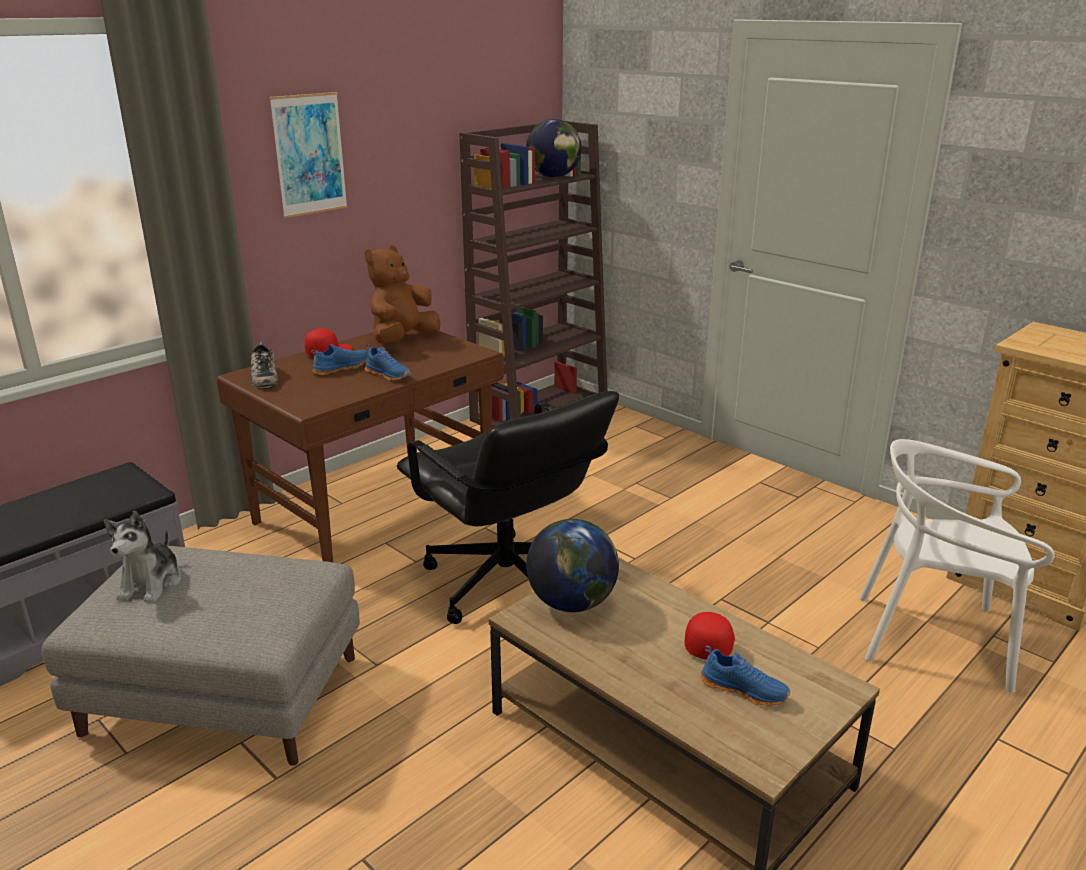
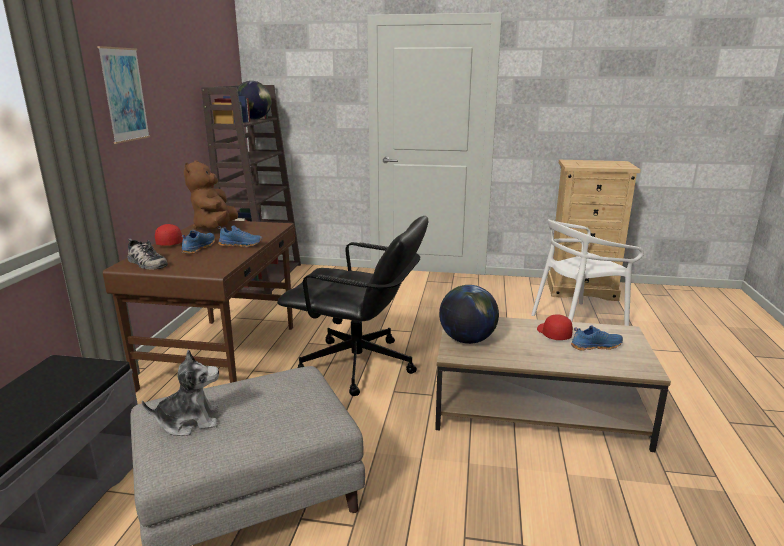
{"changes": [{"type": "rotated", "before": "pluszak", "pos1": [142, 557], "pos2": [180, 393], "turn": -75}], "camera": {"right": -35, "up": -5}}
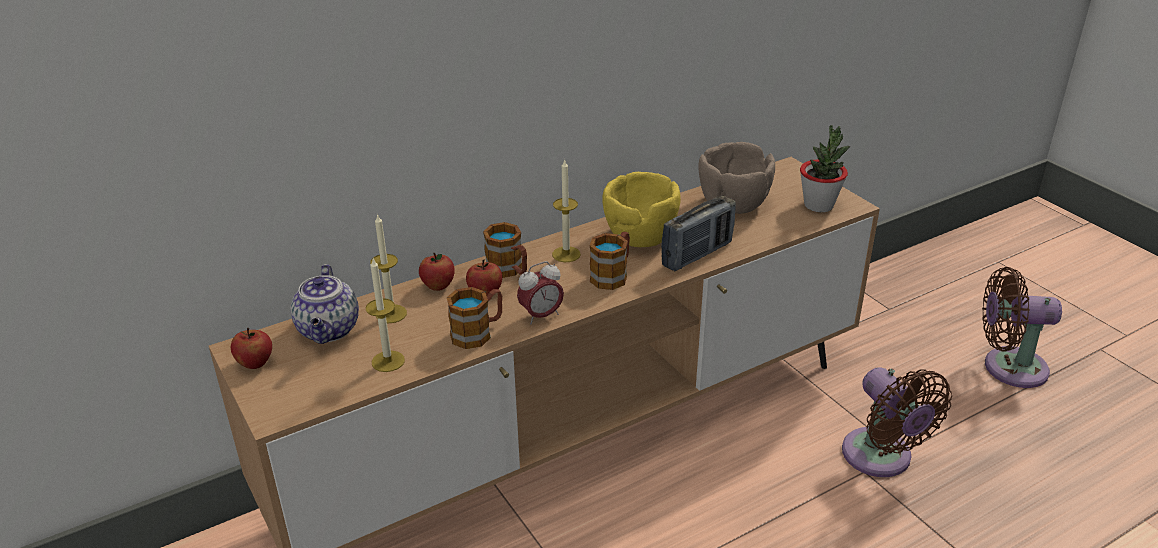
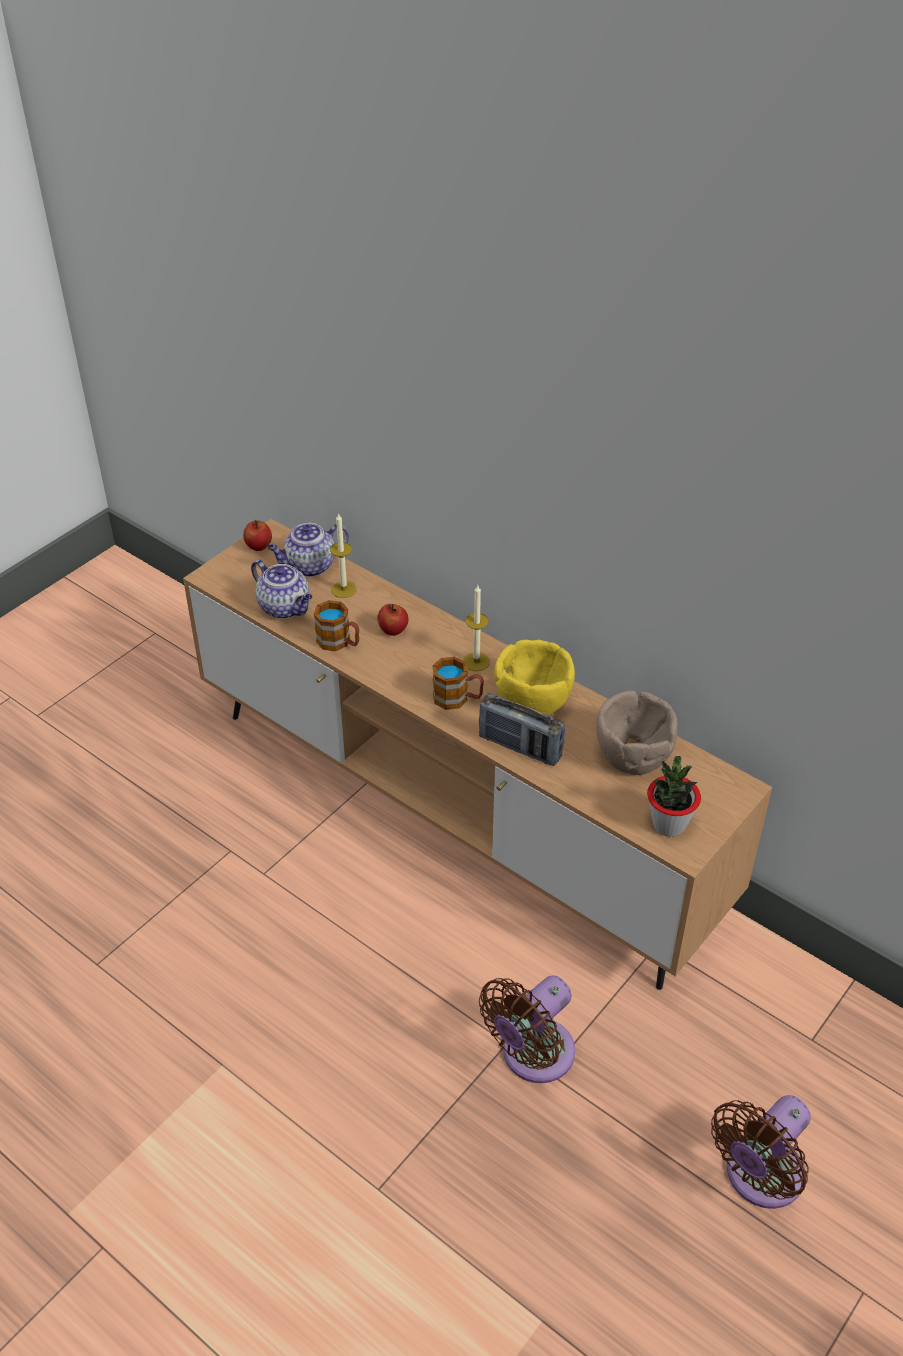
{"changes": [{"type": "gone", "before": "kubek", "pos1": [505, 250]}, {"type": "gone", "before": "jabłko", "pos1": [437, 272]}, {"type": "swapped", "before": "świeca", "after": "imbryk", "pos1": [385, 315], "pos2": [281, 589]}, {"type": "gone", "before": "budzik", "pos1": [540, 292]}, {"type": "rotated", "before": "wentylator/brązowy", "pos1": [1022, 327], "pos2": [761, 1152], "turn": -120}], "camera": {"right": 70, "up": 10}}
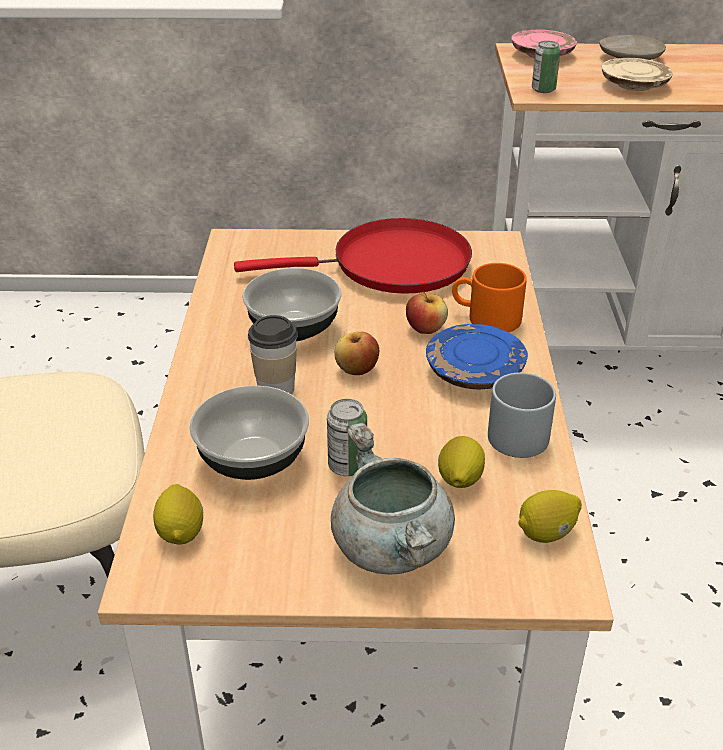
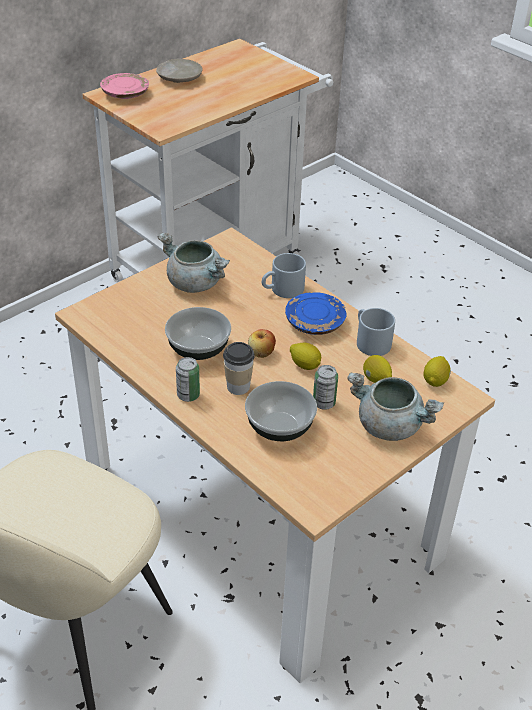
{"changes": [{"type": "shifted", "before": "puszka", "pos1": [546, 67], "pos2": [188, 379]}, {"type": "gone", "before": "talerz/beżowy", "pos1": [637, 74]}, {"type": "swapped", "before": "patelnia/czerwony", "after": "garnek/szary", "pos1": [353, 256], "pos2": [194, 263]}, {"type": "repainted", "before": "kubek/pomarańczowy", "after": "kubek/szary", "pos1": [489, 297], "pos2": [284, 275]}, {"type": "gone", "before": "jabłko", "pos1": [427, 312]}, {"type": "shifted", "before": "cytryna", "pos1": [178, 514], "pos2": [305, 356]}], "camera": {"right": -45, "up": 5}}
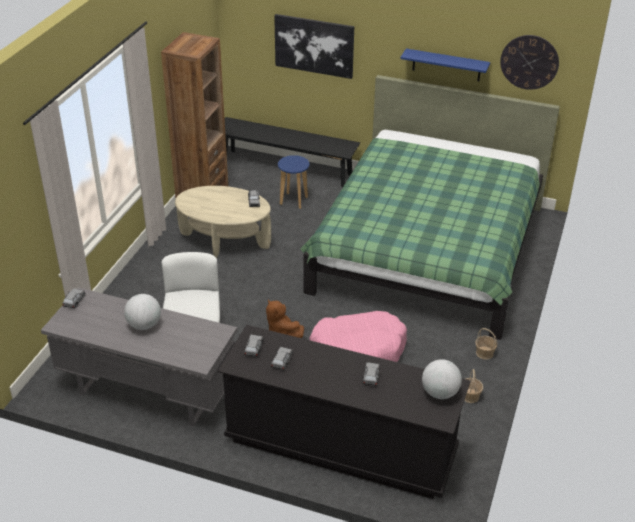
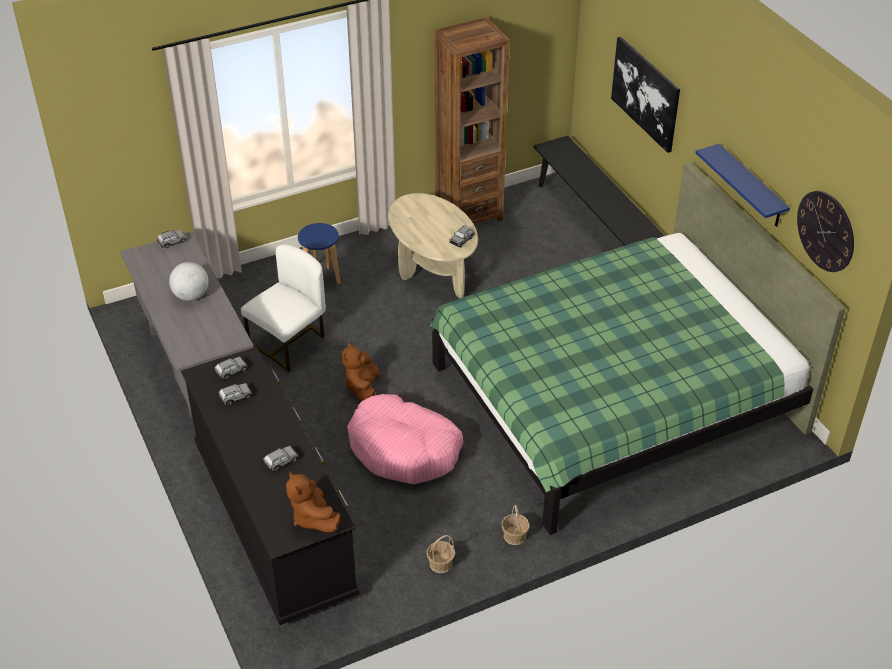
{"changes": [{"type": "shifted", "before": "stołek/niebieski", "pos1": [293, 182], "pos2": [319, 253]}, {"type": "swapped", "before": "globus", "after": "pluszak/brązowy", "pos1": [442, 379], "pos2": [313, 501]}], "camera": {"right": 45, "up": 5}}
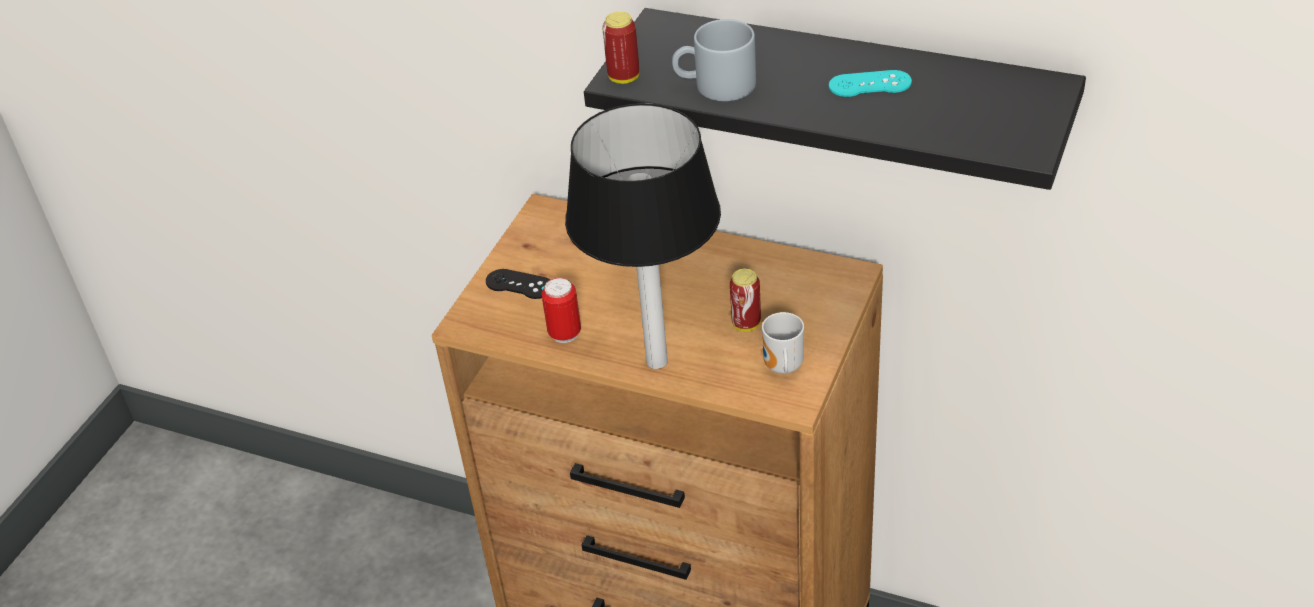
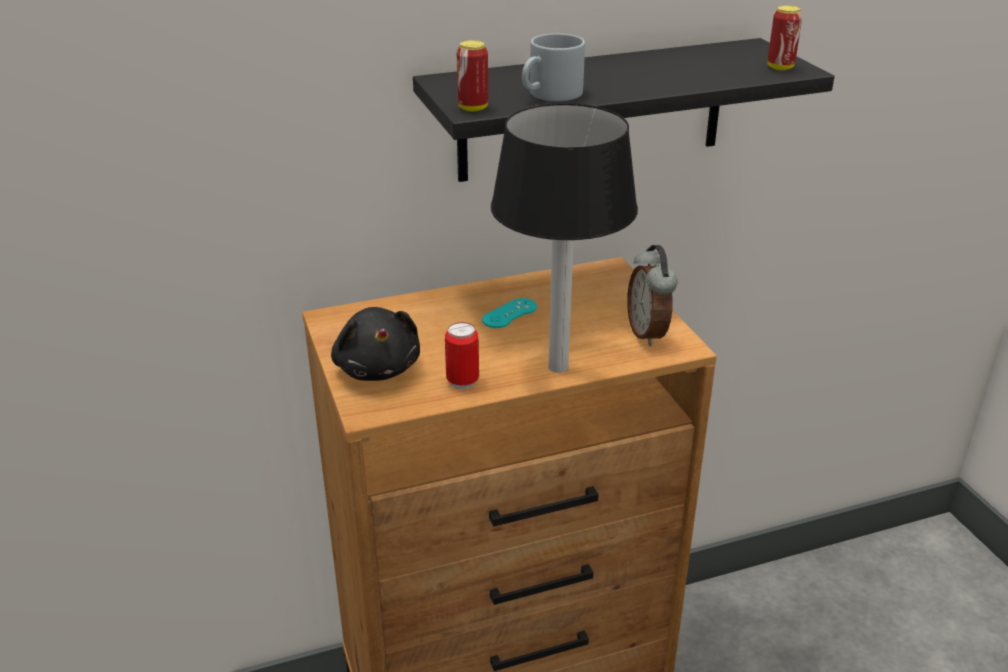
{"changes": [{"type": "shifted", "before": "pad do gier/turkusowy", "pos1": [870, 83], "pos2": [509, 313]}, {"type": "shifted", "before": "puszka", "pos1": [745, 300], "pos2": [785, 37]}, {"type": "swapped", "before": "pad do gier/czarny", "after": "pluszak/czarny", "pos1": [518, 284], "pos2": [375, 344]}, {"type": "swapped", "before": "kubek", "after": "budzik", "pos1": [783, 343], "pos2": [652, 295]}], "camera": {"right": -45, "up": -10}}
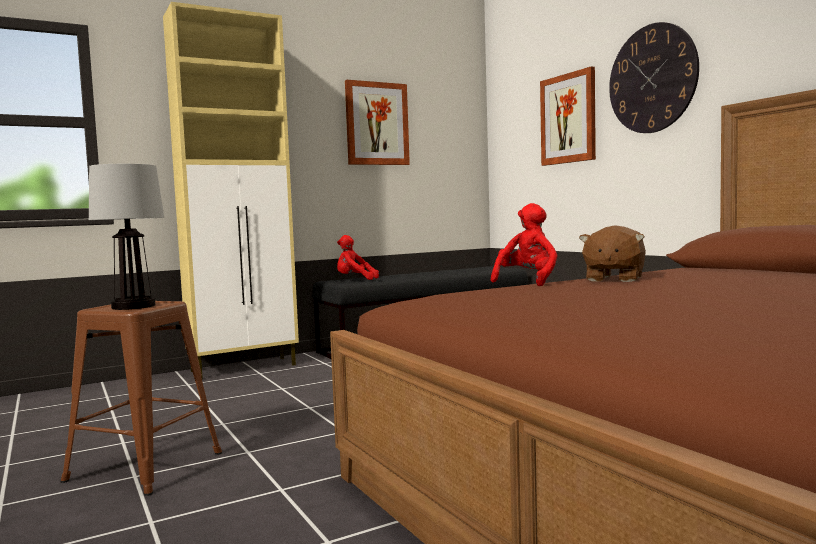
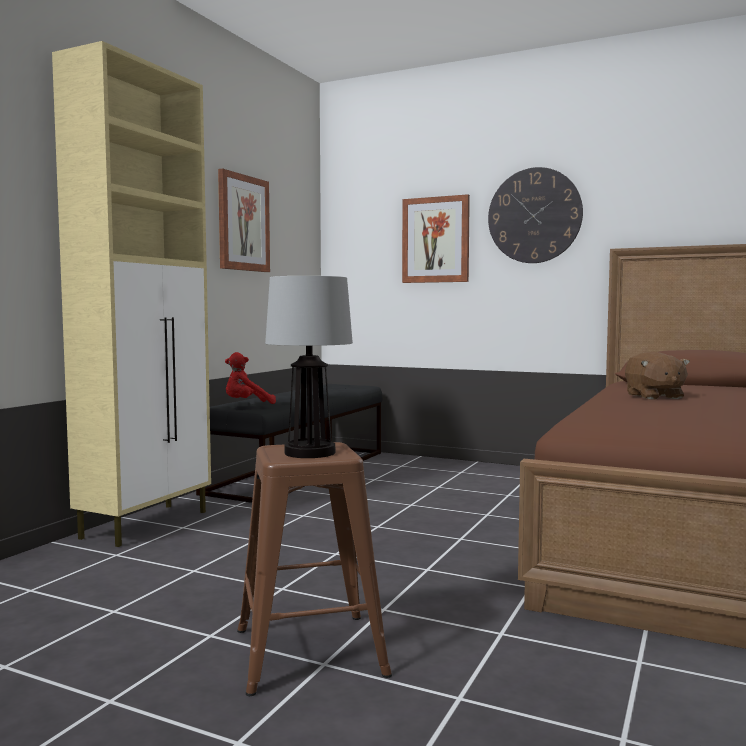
{"changes": [{"type": "gone", "before": "pluszak/czerwony", "pos1": [524, 244]}], "camera": {"right": -35, "up": 0}}
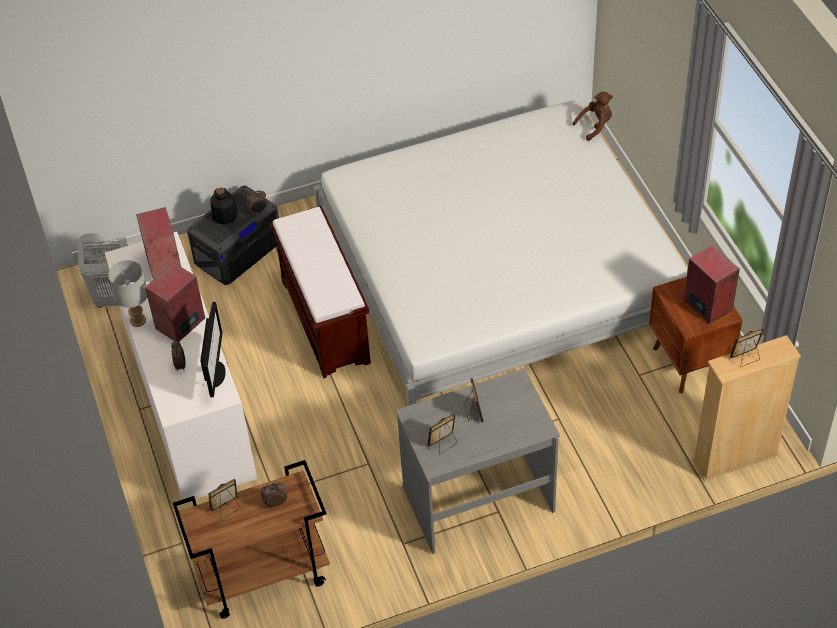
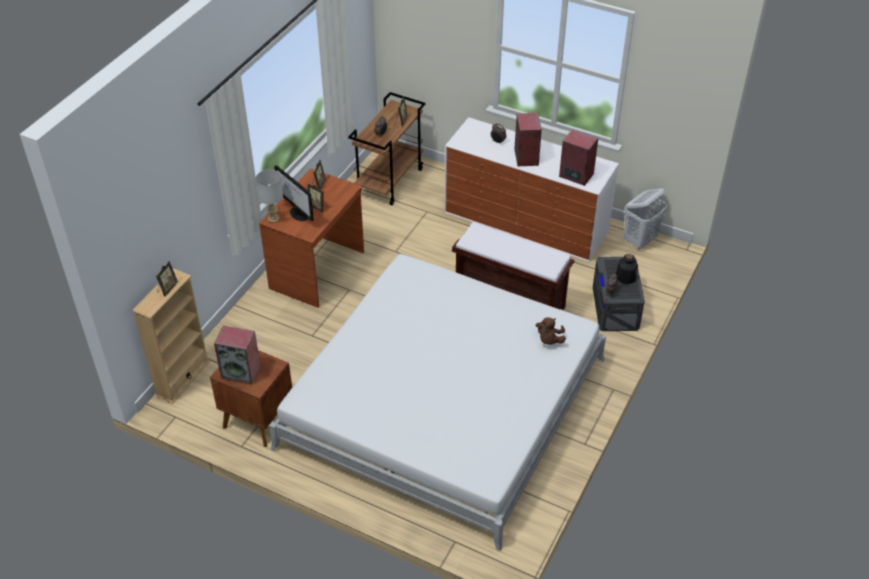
{"changes": [{"type": "shifted", "before": "pluszak/brązowy", "pos1": [593, 116], "pos2": [551, 331]}, {"type": "shifted", "before": "lampa stołowa/szary", "pos1": [127, 293], "pos2": [269, 196]}, {"type": "shifted", "before": "monitor", "pos1": [213, 350], "pos2": [294, 193]}, {"type": "repainted", "before": "biurko/szary", "after": "biurko/brązowy", "pos1": [478, 461], "pos2": [311, 238]}], "camera": {"right": 135, "up": -5}}
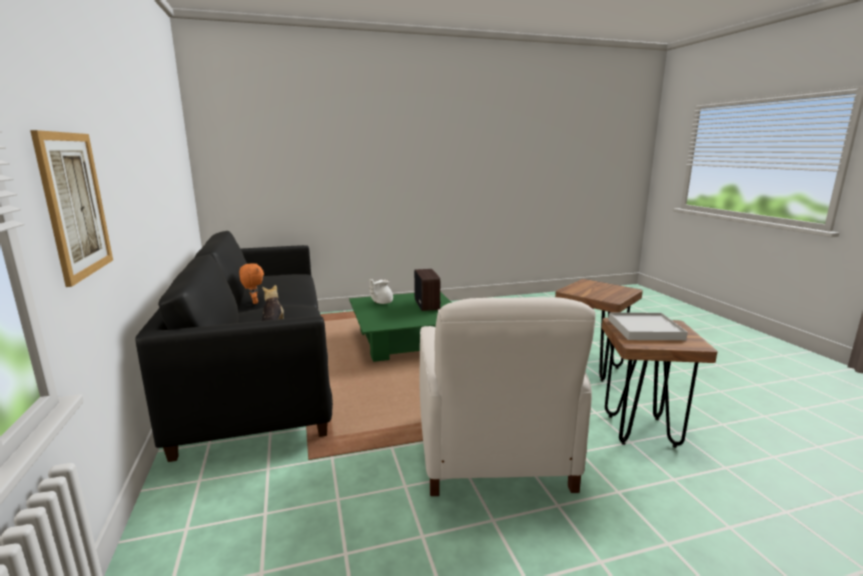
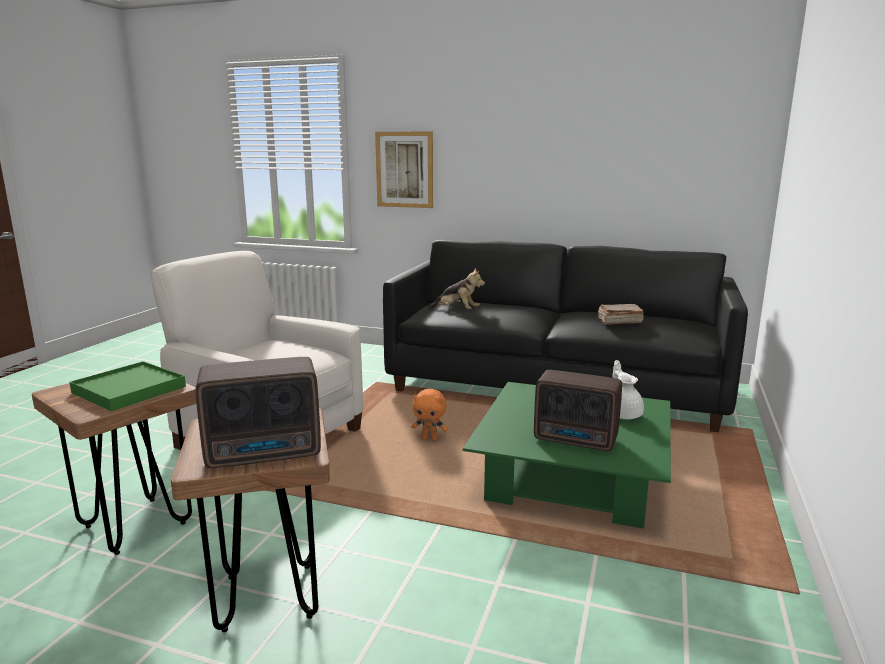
{"changes": [{"type": "shifted", "before": "pluszak/pomarańczowy", "pos1": [251, 283], "pos2": [430, 414]}, {"type": "repainted", "before": "taca/biały", "after": "taca/zielony", "pos1": [648, 326], "pos2": [127, 386]}, {"type": "new", "after": "książka/brązowy", "pos2": [621, 314]}, {"type": "new", "after": "radio", "pos2": [258, 412]}], "camera": {"right": 125, "up": 0}}
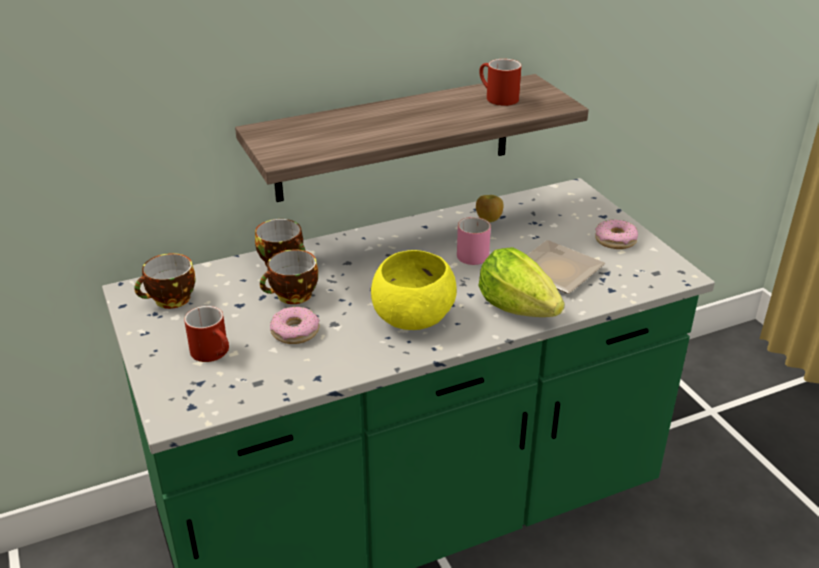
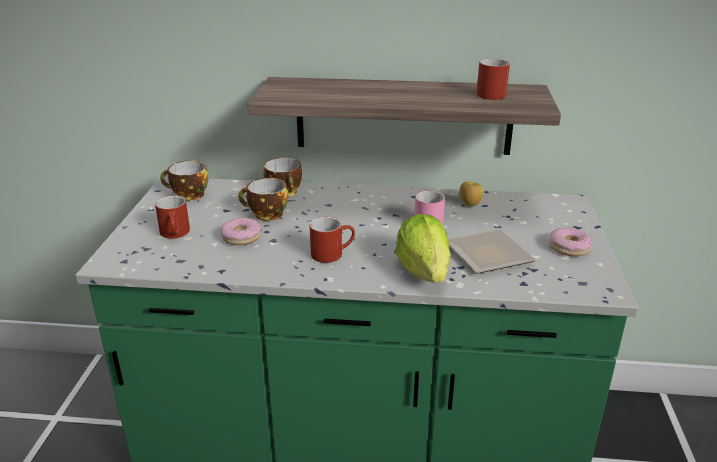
{"changes": [{"type": "swapped", "before": "miska/żółty", "after": "kubek/czerwony", "pos1": [414, 290], "pos2": [332, 240]}], "camera": {"right": 30, "up": -5}}
